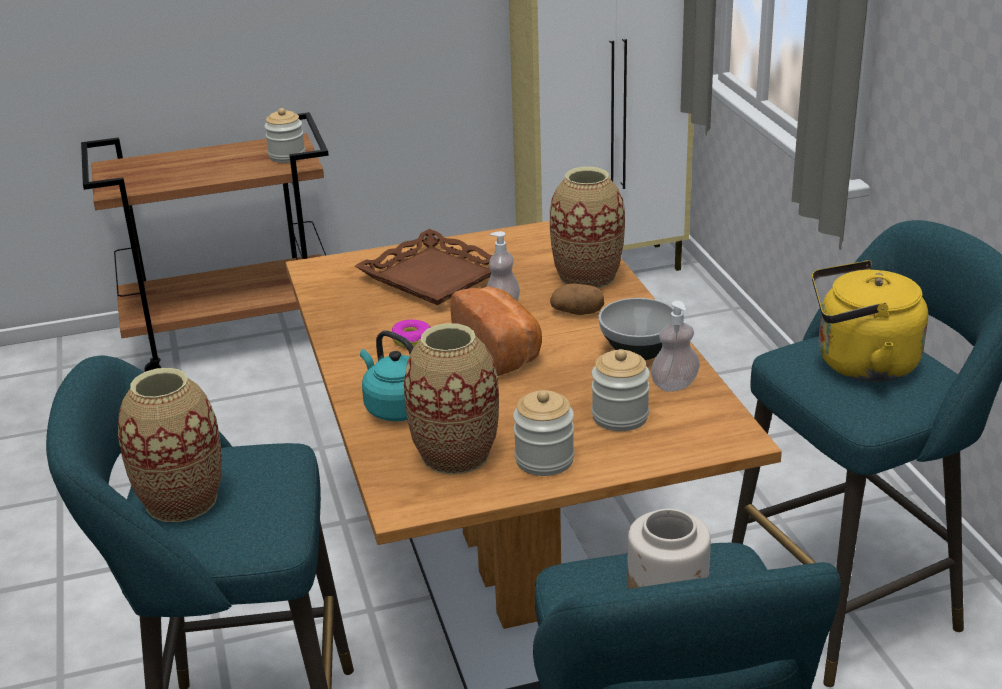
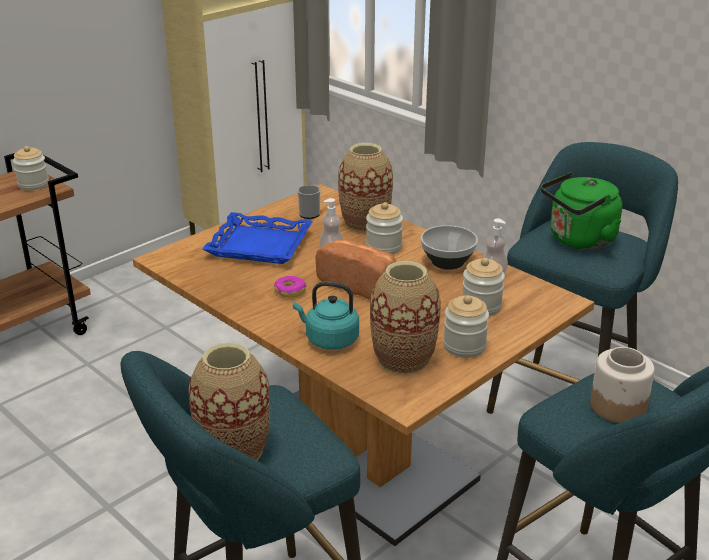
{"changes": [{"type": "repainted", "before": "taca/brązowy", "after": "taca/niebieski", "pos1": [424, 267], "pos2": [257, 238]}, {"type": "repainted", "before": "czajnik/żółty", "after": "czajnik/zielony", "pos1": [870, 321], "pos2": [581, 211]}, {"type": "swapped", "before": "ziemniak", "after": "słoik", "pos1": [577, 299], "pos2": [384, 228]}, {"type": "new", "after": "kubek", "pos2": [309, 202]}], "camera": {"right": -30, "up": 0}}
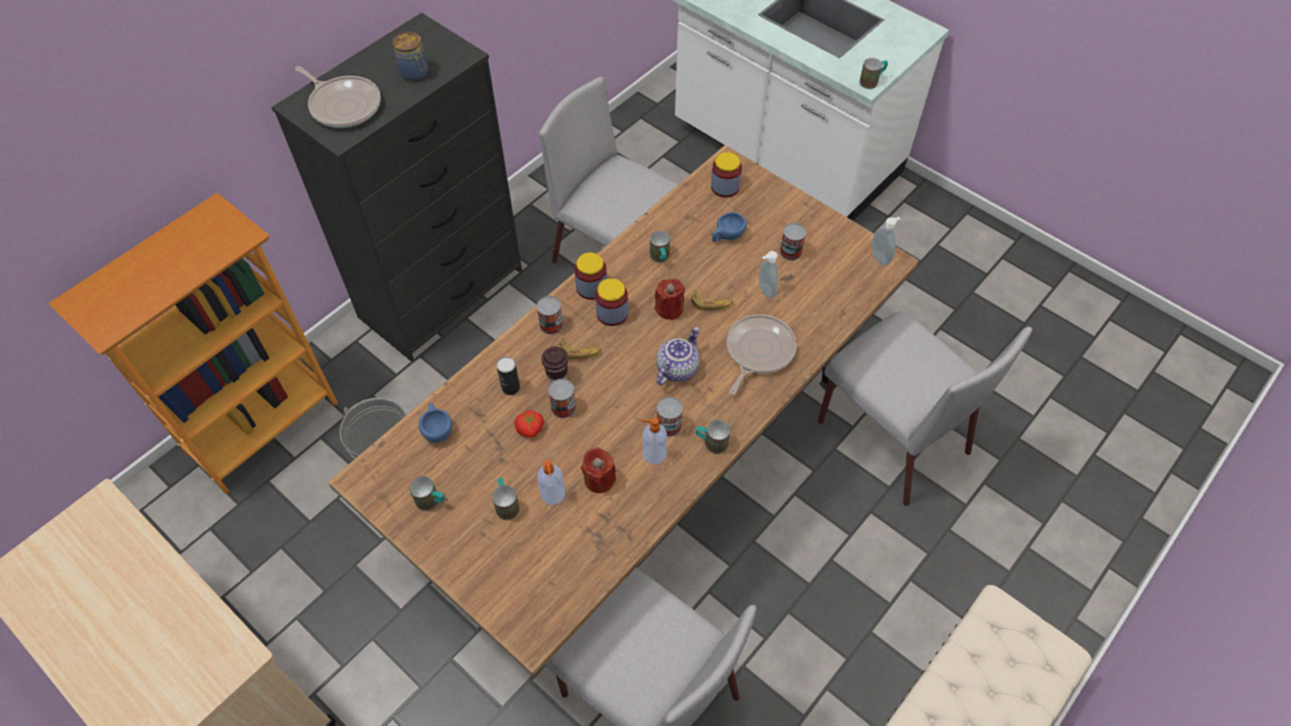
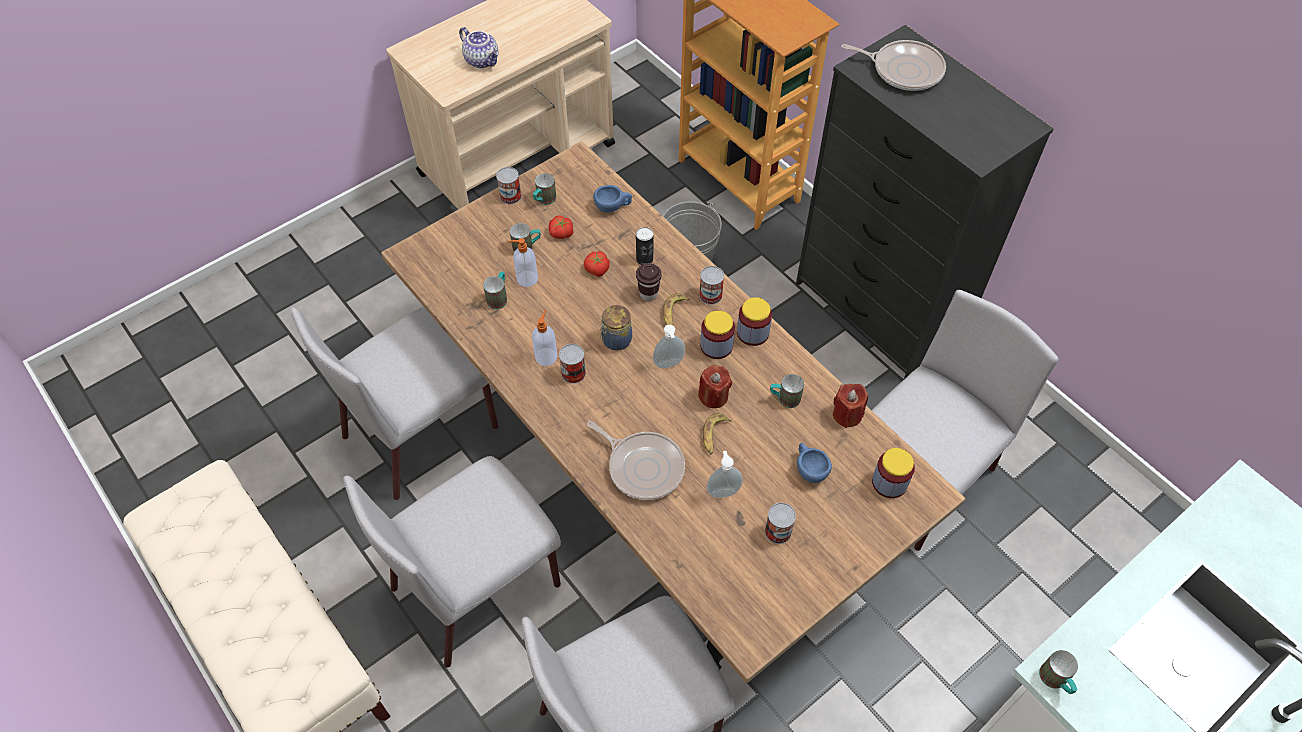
{"changes": [{"type": "shifted", "before": "słoik", "pos1": [410, 57], "pos2": [616, 328]}, {"type": "rotated", "before": "patelnia", "pos1": [338, 97], "pos2": [893, 65], "turn": -120}, {"type": "shifted", "before": "dozownik mydła", "pos1": [885, 241], "pos2": [669, 347]}, {"type": "shifted", "before": "imbryk", "pos1": [678, 356], "pos2": [479, 47]}, {"type": "shifted", "before": "puszka", "pos1": [562, 398], "pos2": [509, 185]}, {"type": "shifted", "before": "kubek", "pos1": [713, 437], "pos2": [495, 290]}, {"type": "shifted", "before": "świeca/czerwony", "pos1": [598, 470], "pos2": [850, 406]}, {"type": "new", "after": "pomidor", "pos2": [561, 227]}, {"type": "new", "after": "krzesło/szary", "pos2": [452, 562]}], "camera": {"right": 100, "up": 0}}
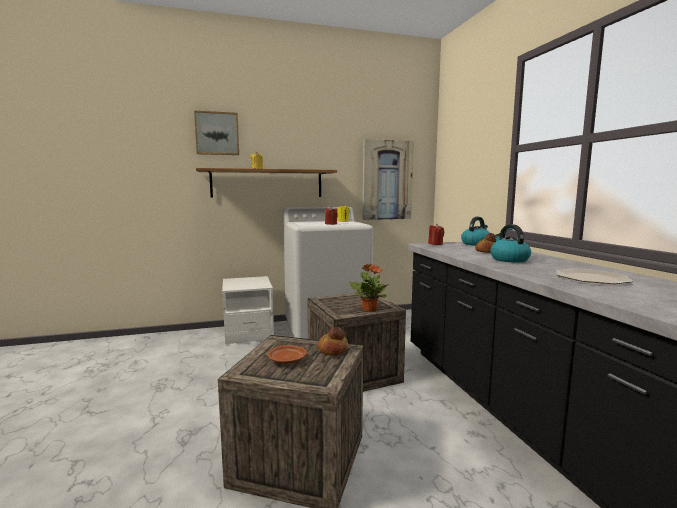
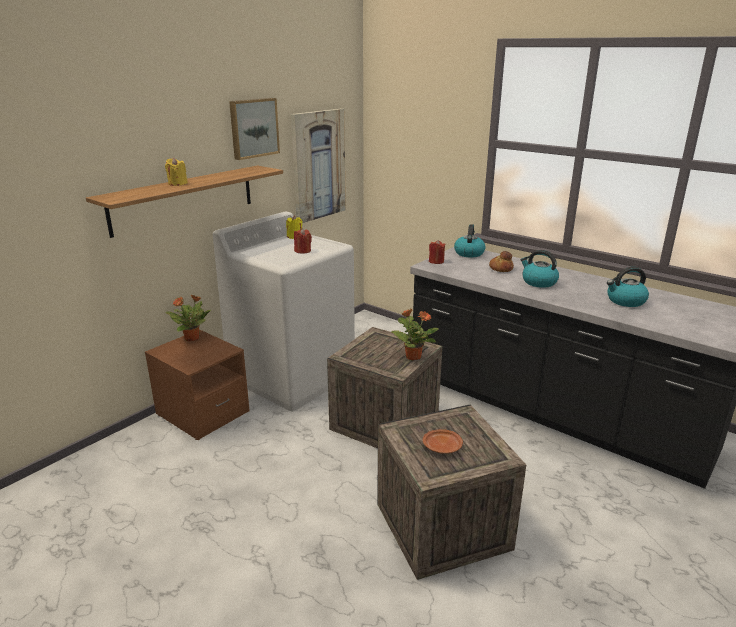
{"changes": [{"type": "shifted", "before": "obraz", "pos1": [216, 133], "pos2": [254, 129]}, {"type": "swapped", "before": "talerz", "after": "czajnik", "pos1": [594, 276], "pos2": [628, 287]}, {"type": "repainted", "before": "szafka nocna/biały", "after": "szafka nocna/brązowy", "pos1": [248, 310], "pos2": [197, 384]}, {"type": "gone", "before": "chleb", "pos1": [332, 341]}, {"type": "new", "after": "roślina doniczkowa", "pos2": [188, 318]}], "camera": {"right": -35, "up": 15}}
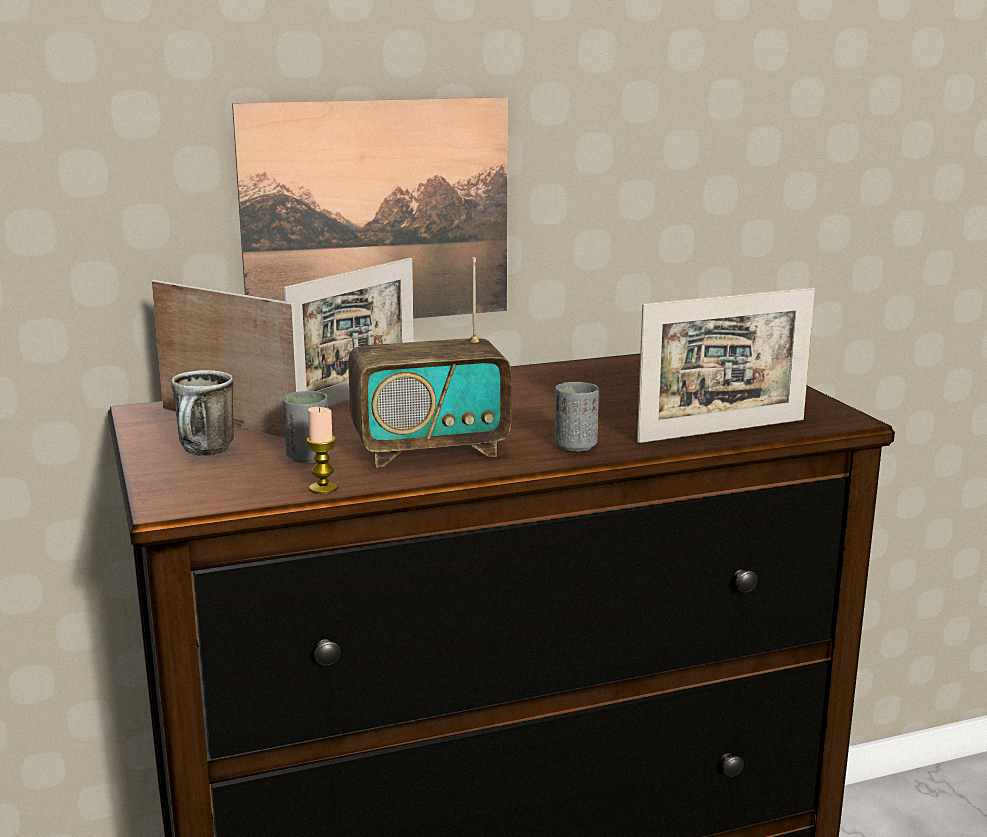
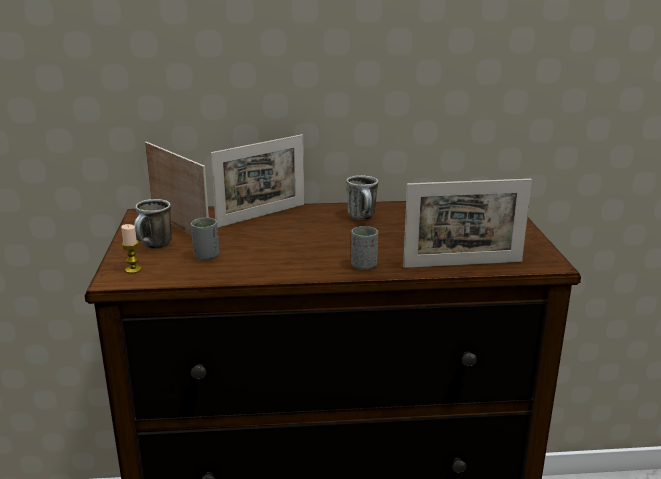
{"changes": [{"type": "gone", "before": "obraz", "pos1": [370, 208]}, {"type": "gone", "before": "radio", "pos1": [429, 362]}, {"type": "shifted", "before": "świeca", "pos1": [322, 450], "pos2": [131, 249]}, {"type": "new", "after": "kubek", "pos2": [362, 197]}], "camera": {"right": 15, "up": 5}}
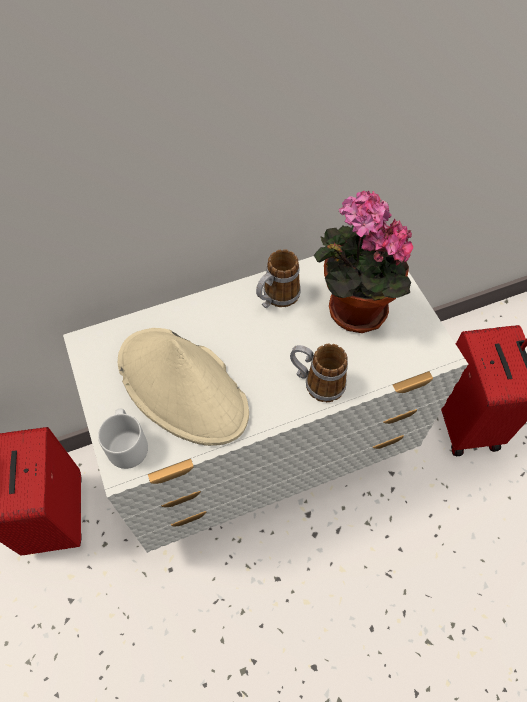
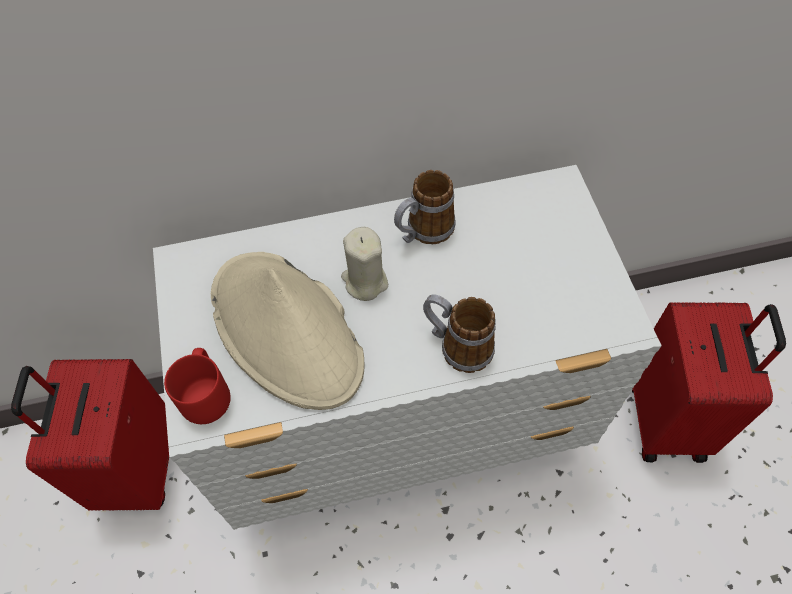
{"changes": [{"type": "gone", "before": "roślina doniczkowa", "pos1": [363, 262]}, {"type": "repainted", "before": "kubek/szary", "after": "kubek/czerwony", "pos1": [123, 439], "pos2": [197, 386]}, {"type": "new", "after": "świeca/beżowy", "pos2": [364, 264]}], "camera": {"right": 10, "up": 0}}
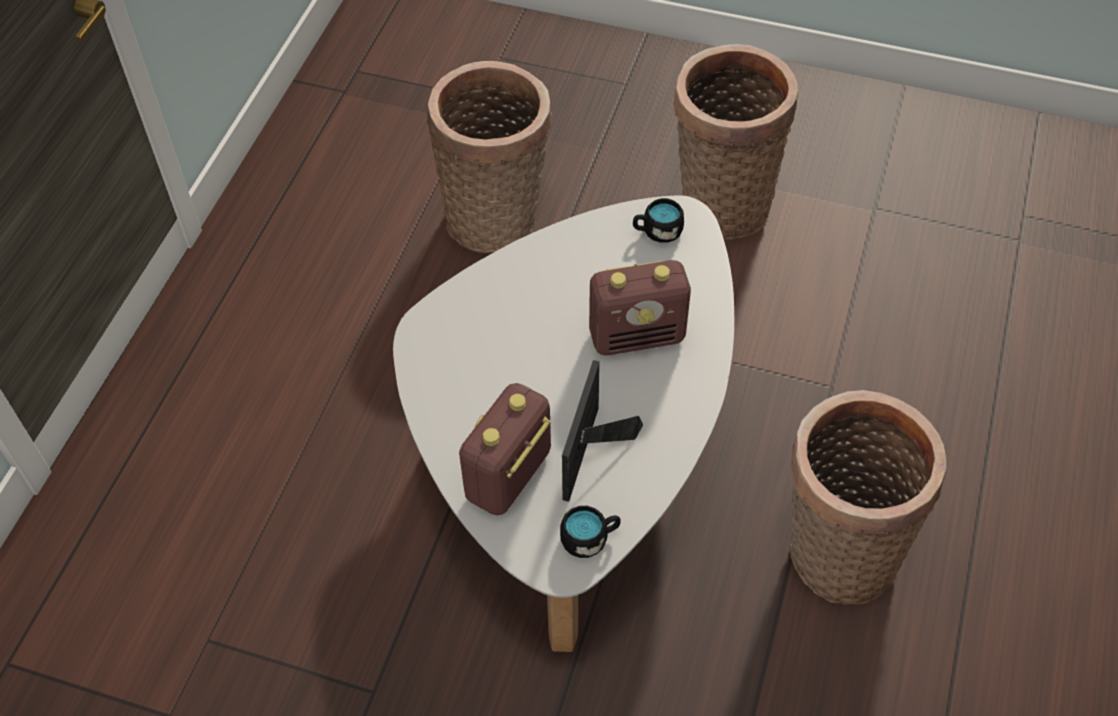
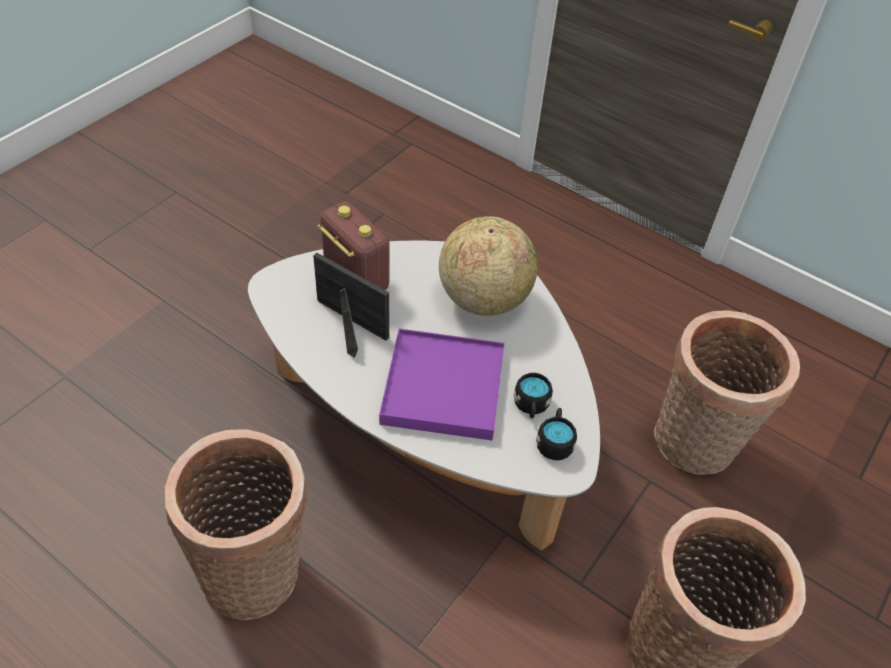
{"changes": [{"type": "swapped", "before": "radio", "after": "taca/fioletowy", "pos1": [640, 308], "pos2": [441, 385]}, {"type": "shifted", "before": "kubek/czarny", "pos1": [590, 532], "pos2": [533, 395]}, {"type": "new", "after": "globus", "pos2": [488, 266]}], "camera": {"right": 105, "up": -5}}
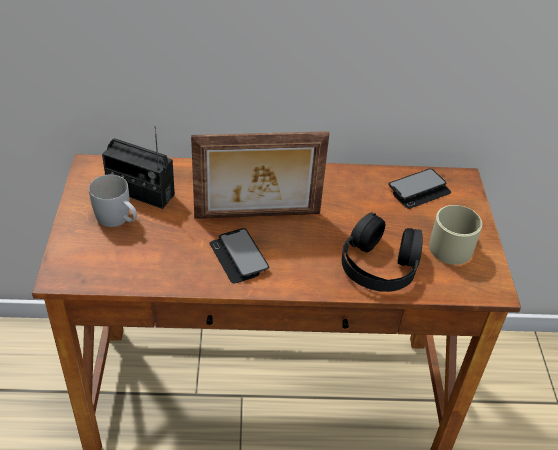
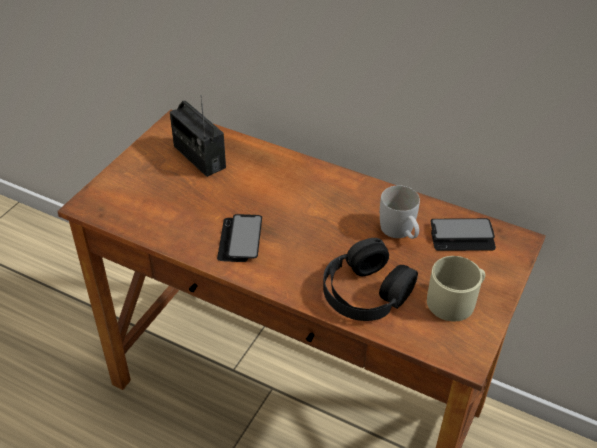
{"changes": [{"type": "gone", "before": "ramka na zdjęcie", "pos1": [260, 175]}, {"type": "shifted", "before": "kubek/biały", "pos1": [113, 201], "pos2": [400, 212]}], "camera": {"right": 30, "up": 0}}
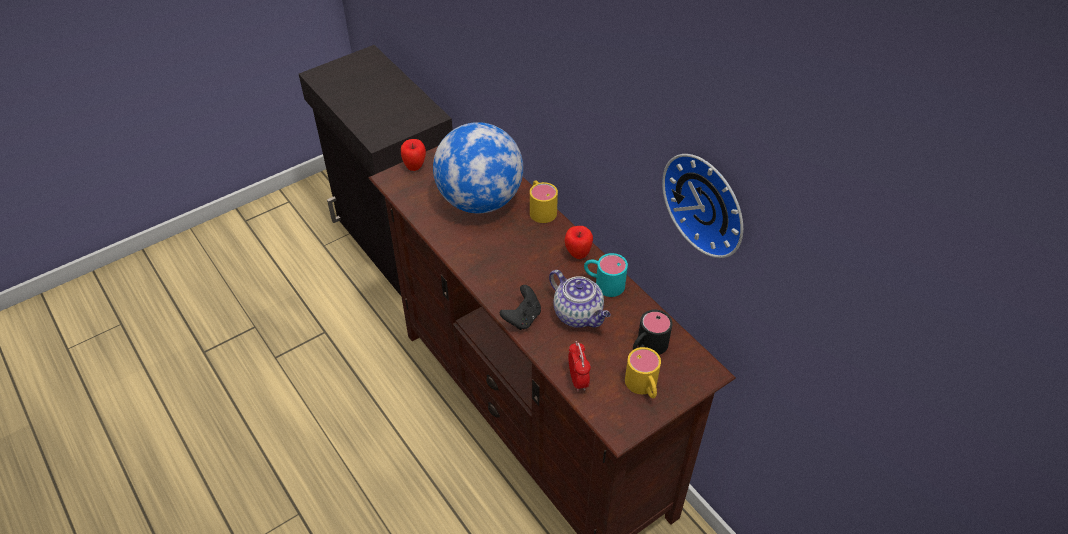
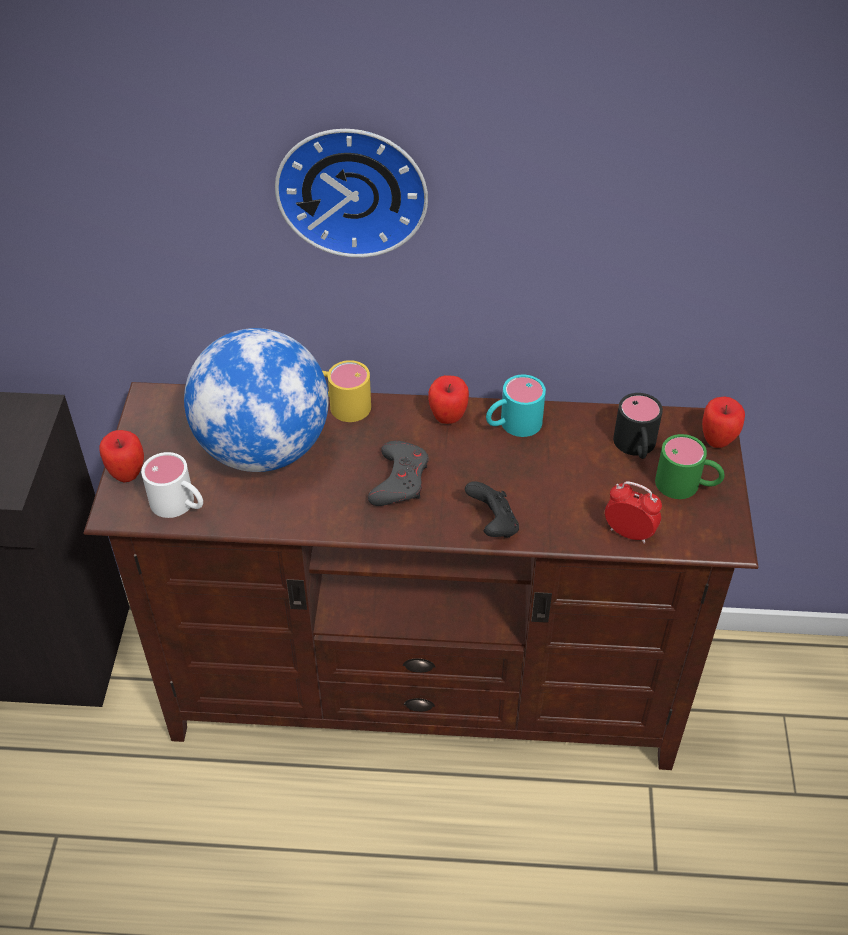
{"changes": [{"type": "shifted", "before": "zegar ścienny", "pos1": [702, 206], "pos2": [351, 193]}, {"type": "gone", "before": "imbryk", "pos1": [580, 299]}, {"type": "repainted", "before": "kubek/żółty", "after": "kubek/zielony", "pos1": [643, 372], "pos2": [690, 466]}, {"type": "new", "after": "jabłko", "pos2": [723, 422]}, {"type": "new", "after": "pad do gier/szary", "pos2": [398, 473]}, {"type": "new", "after": "kubek/biały", "pos2": [172, 485]}], "camera": {"right": -50, "up": 0}}
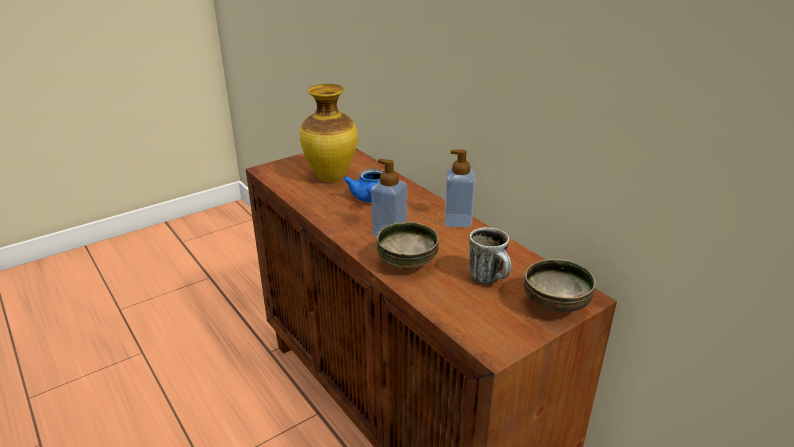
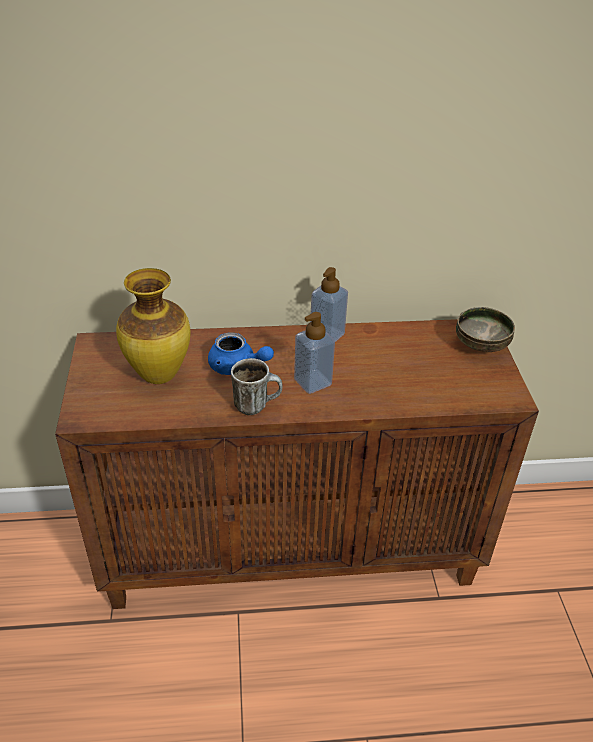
{"changes": [{"type": "gone", "before": "miska", "pos1": [408, 245]}, {"type": "shifted", "before": "kubek", "pos1": [490, 255], "pos2": [256, 386]}], "camera": {"right": -60, "up": 10}}
